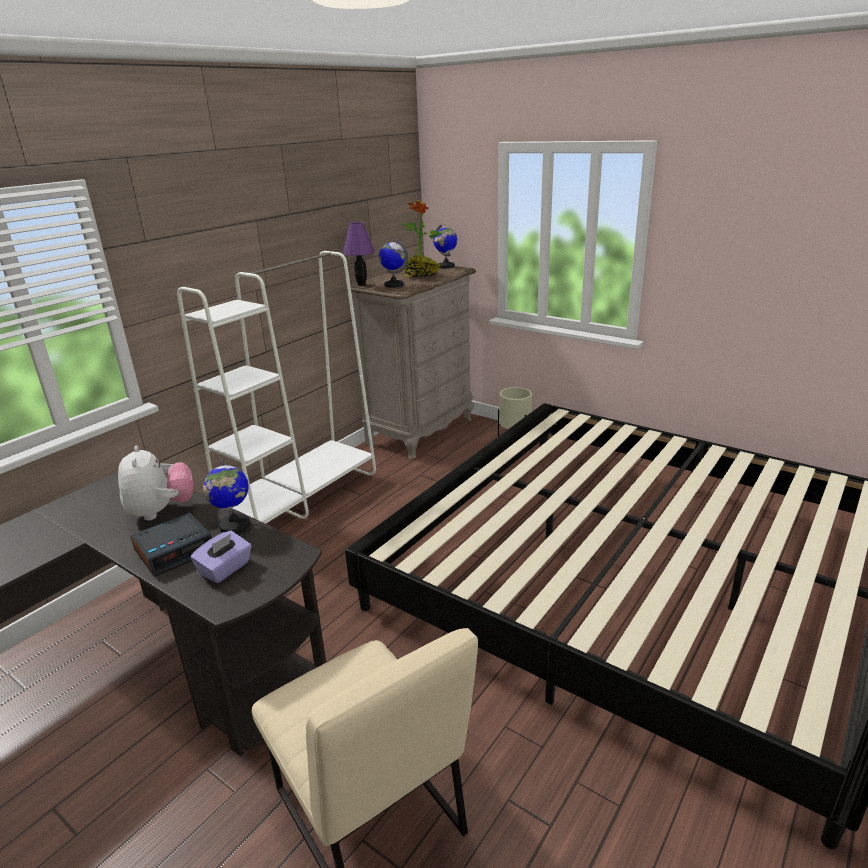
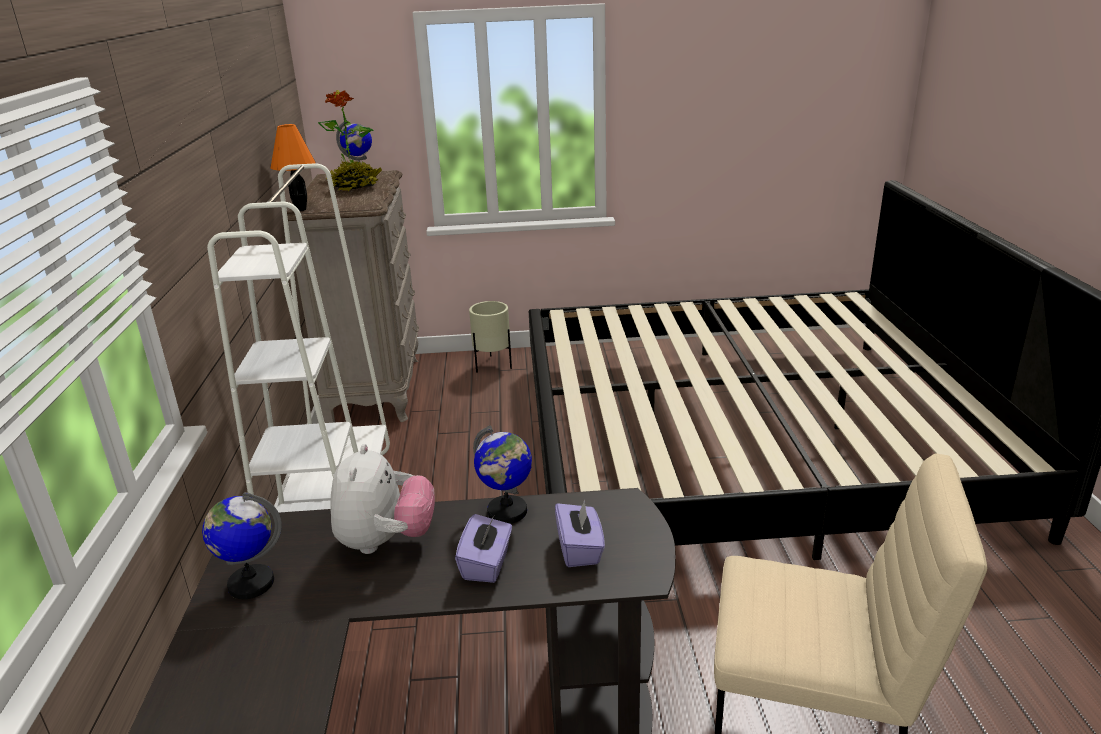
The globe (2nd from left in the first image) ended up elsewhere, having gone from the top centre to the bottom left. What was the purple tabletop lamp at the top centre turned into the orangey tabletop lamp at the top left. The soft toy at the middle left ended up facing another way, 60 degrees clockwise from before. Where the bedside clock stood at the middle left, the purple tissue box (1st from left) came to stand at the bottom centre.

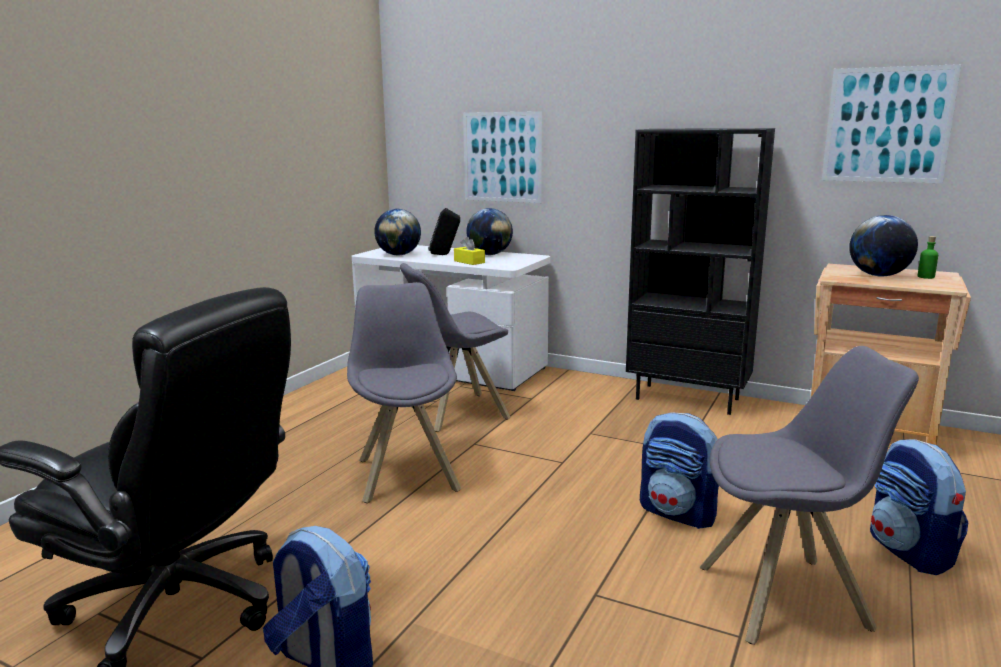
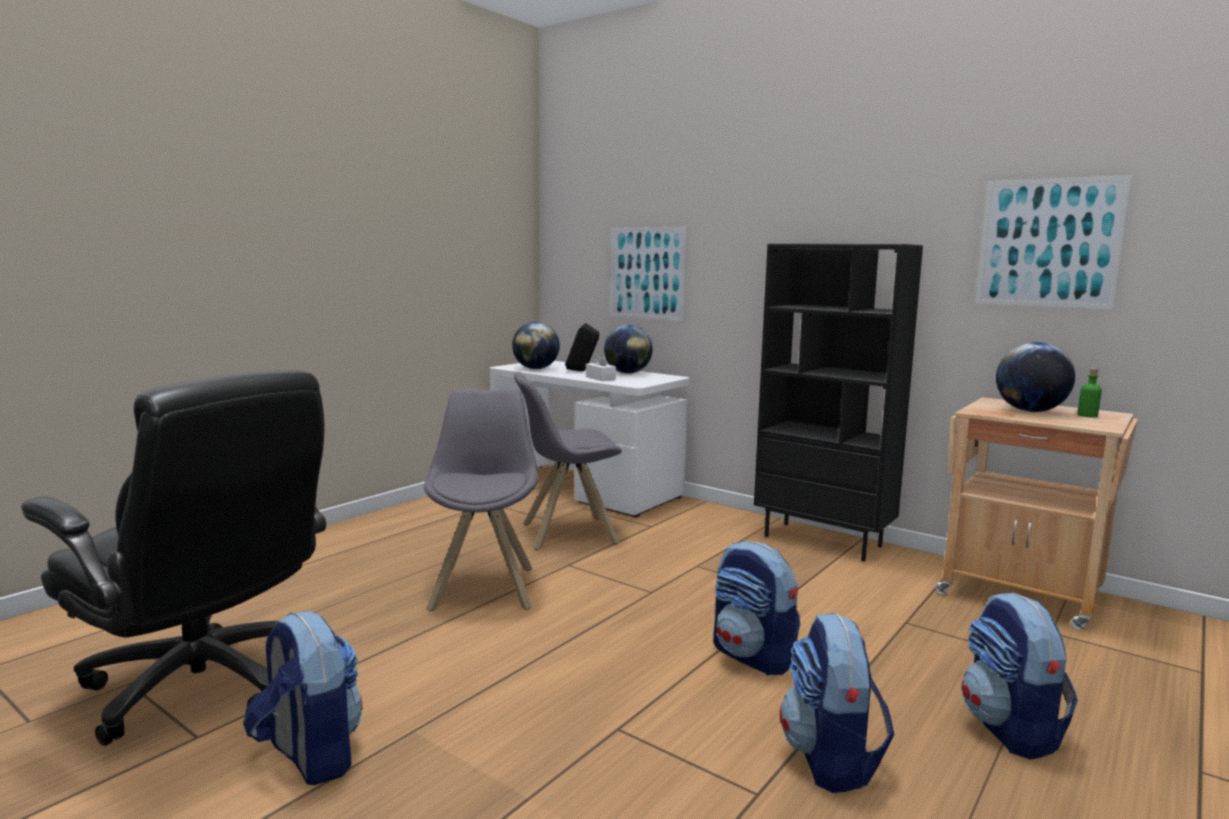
What was the yellow-coloured tissue box at the centre turned into the whitish tissue box at the centre. Where the gray plain chair (3rd from left) stood at the bottom right, the rucksack (3rd from left) came to stand at the bottom right.

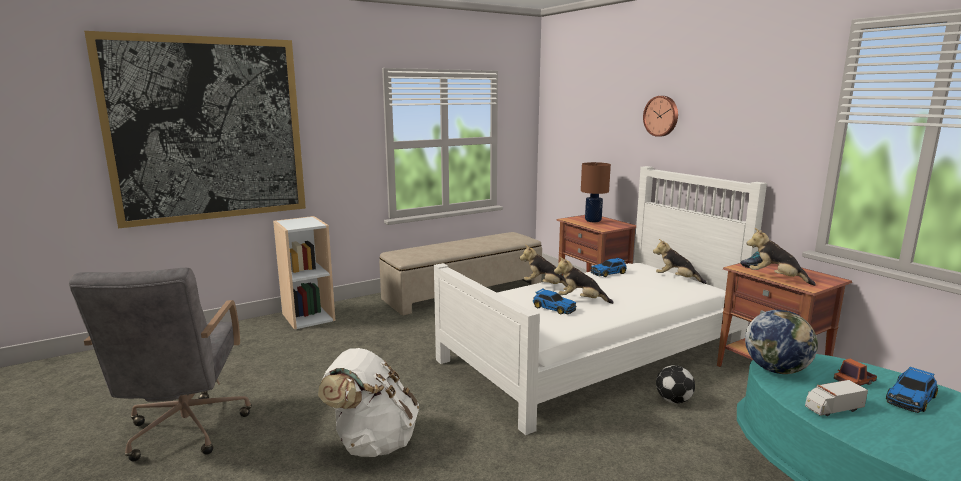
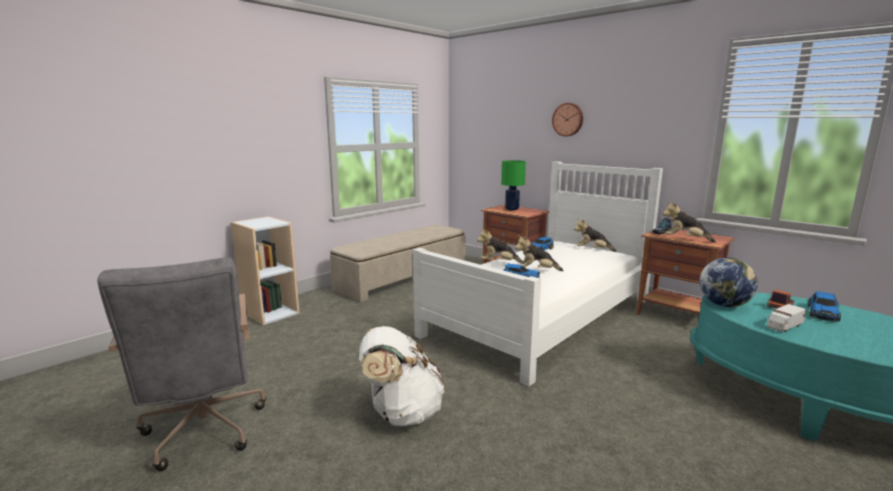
What was the brown tabletop lamp at the centre turned into the greenish tabletop lamp at the centre. The second view lost the wall art at the top left. The second view lost the football at the bottom right.

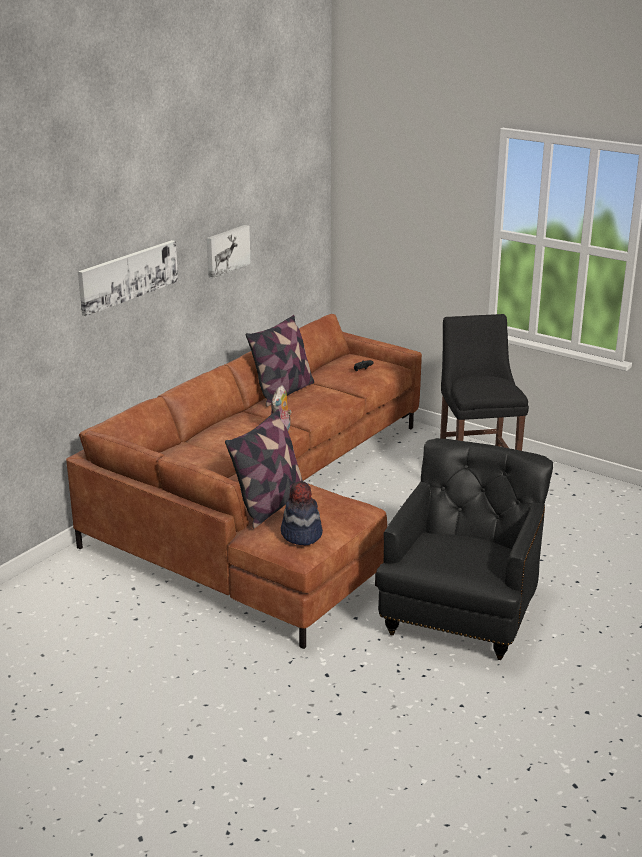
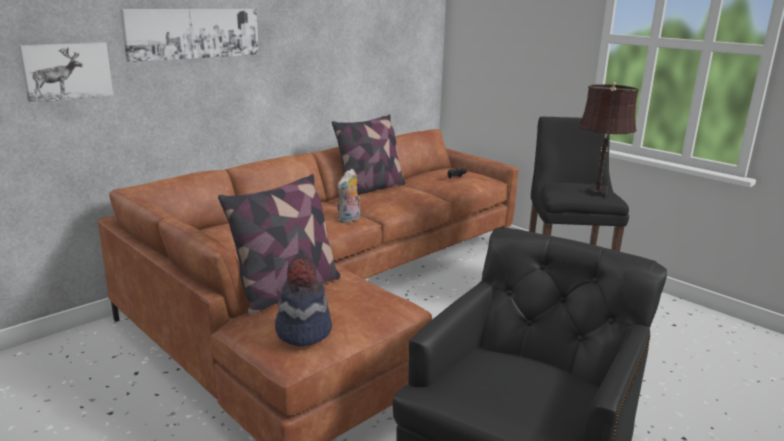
The wall art (2nd from left in the first image) ended up elsewhere, having gone from the top centre to the top left. The second view gained the brown tabletop lamp at the top right.

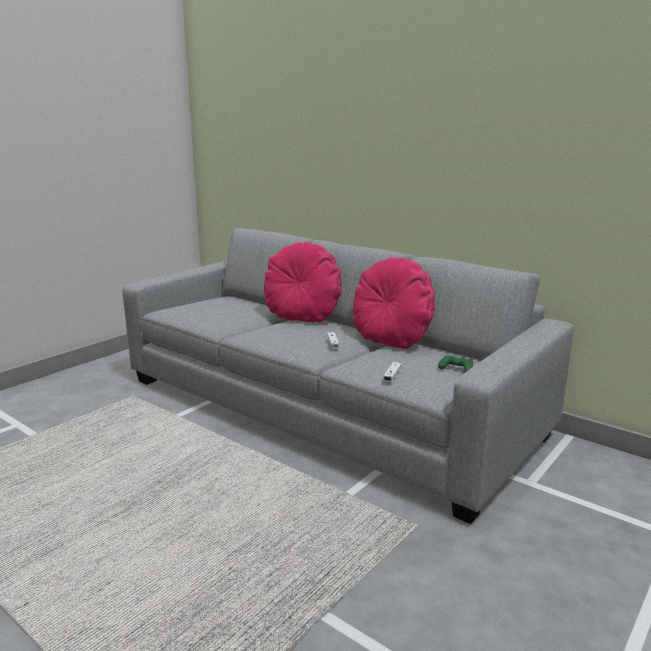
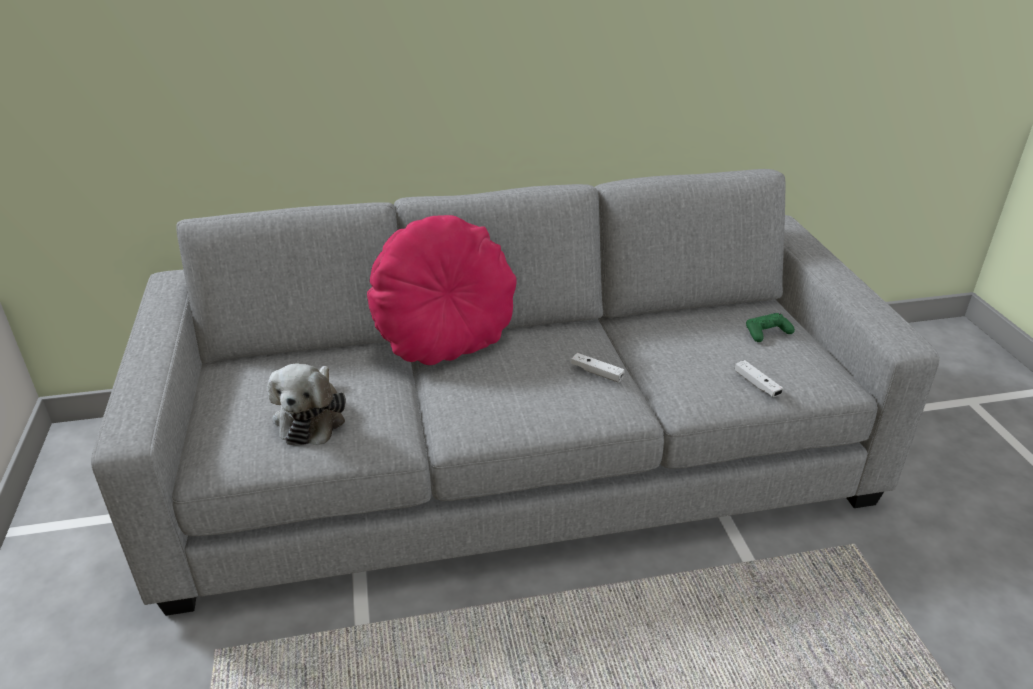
The second view gained the soft toy at the middle left. The second view lost the pink-coloured throw pillow (2nd from left) at the centre.

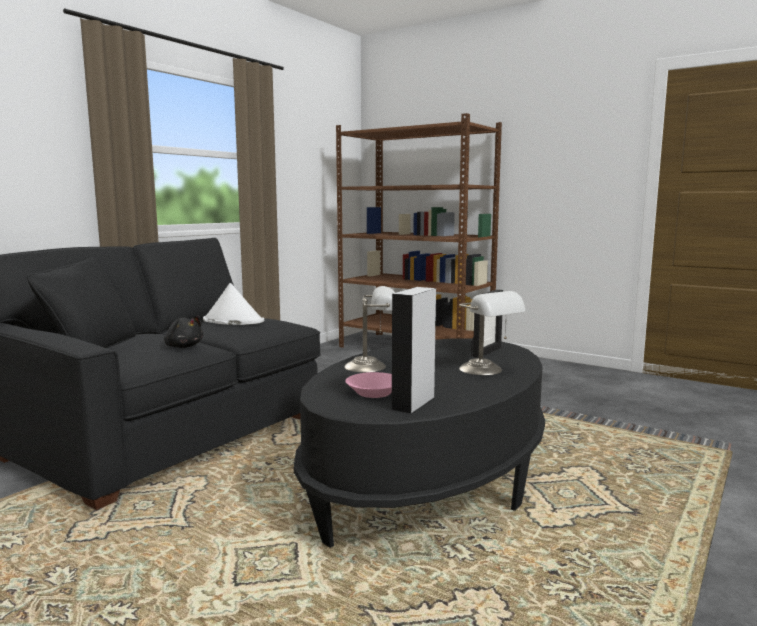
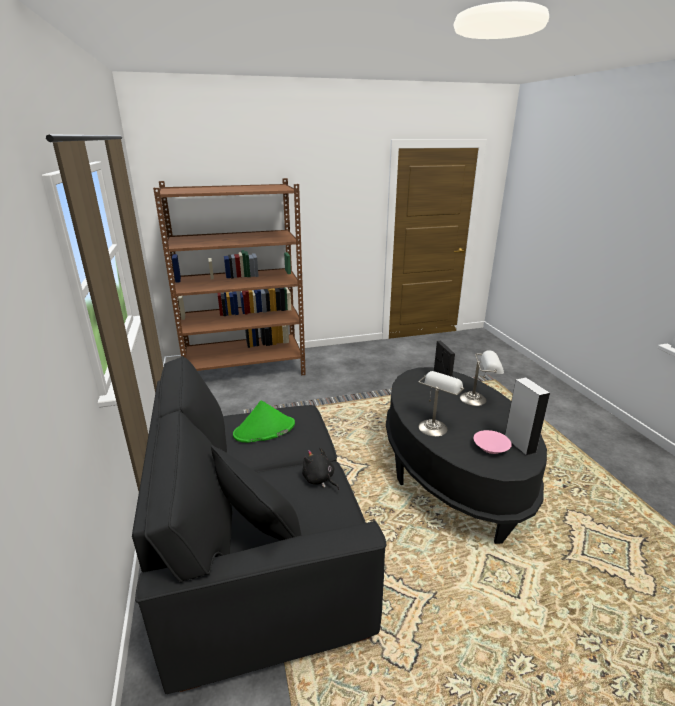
What was the whitish wearable hat at the middle left turned into the greenish wearable hat at the centre. The black soft toy at the middle left ended up facing another way, 120 degrees counterclockwise from before.

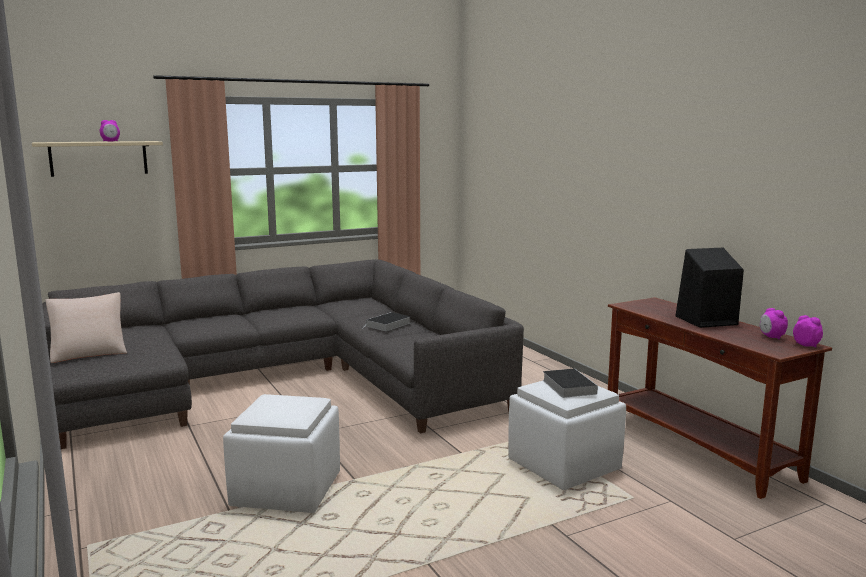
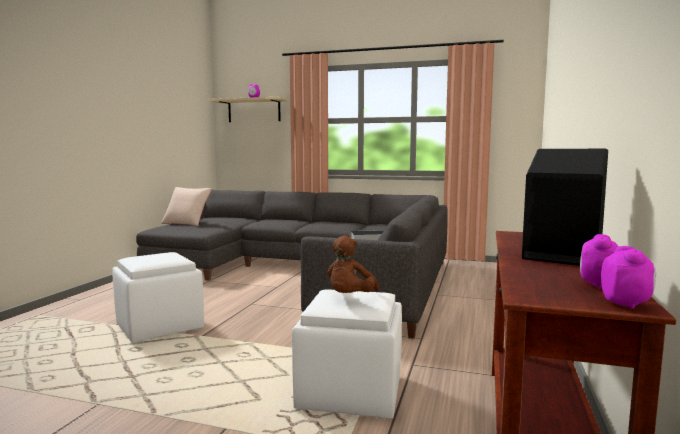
Where the book (2nd from left) stood at the centre, the brown soft toy came to stand at the centre.

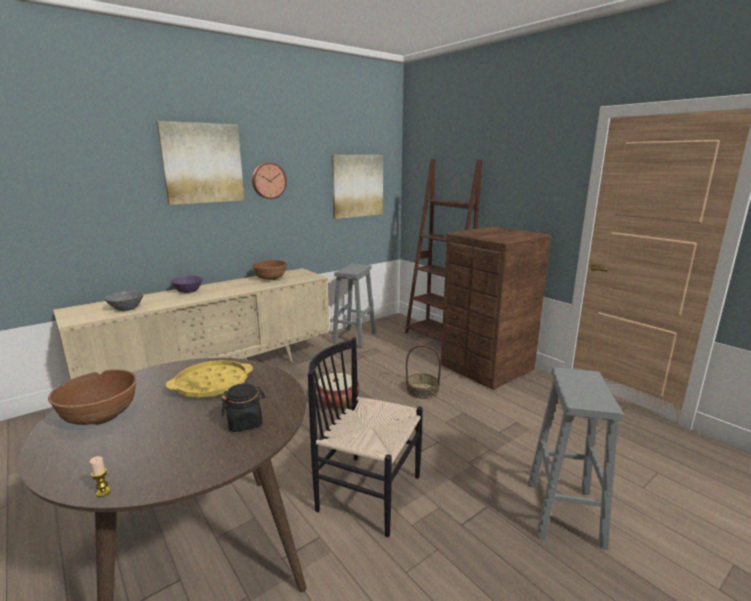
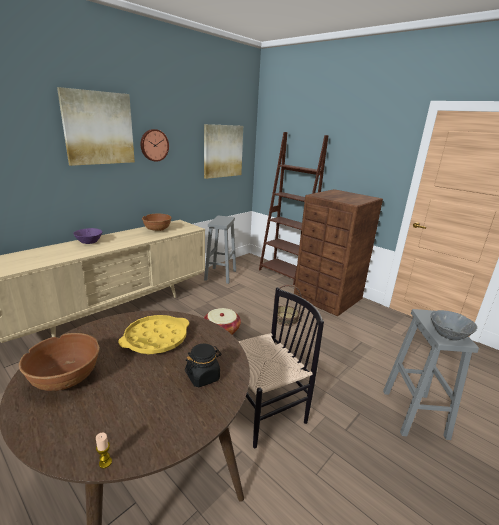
The black plain chair at the bottom centre ended up facing another way, 135 degrees clockwise from before. The gray serving bowl ended up elsewhere, having gone from the middle left to the middle right.

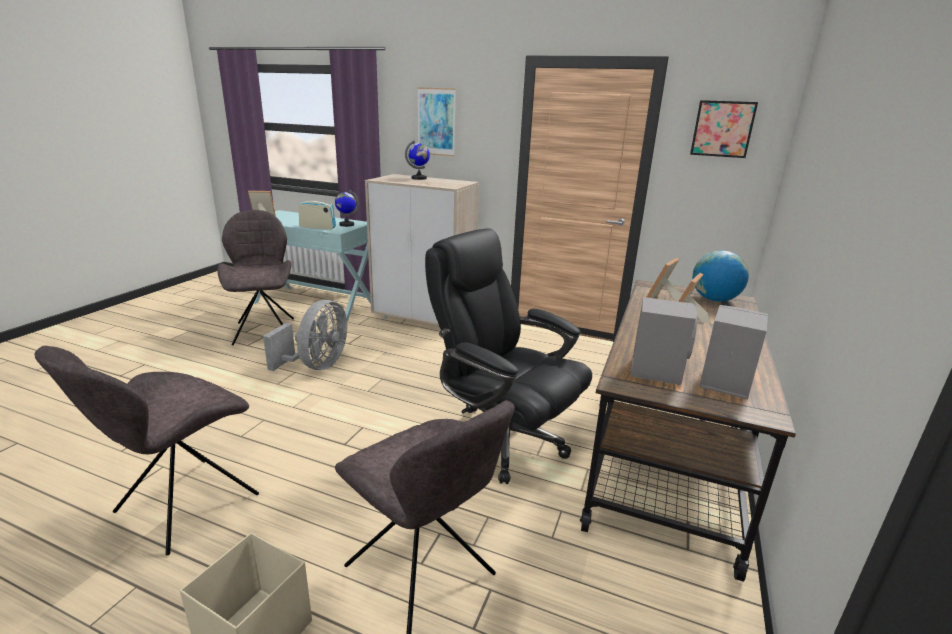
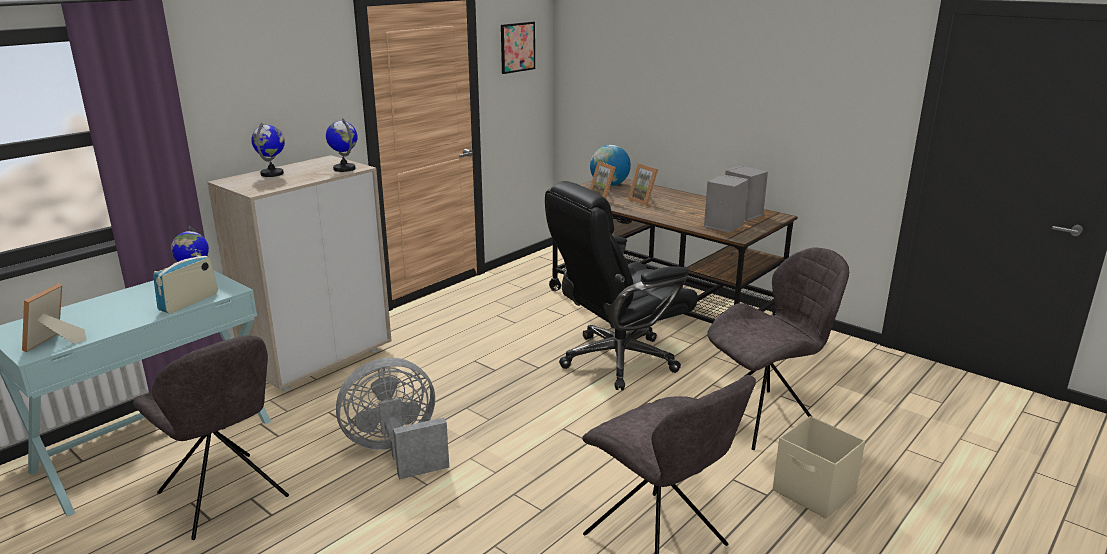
The gray plain chair (2nd from left in the first image) at the middle left ended up facing another way, 135 degrees counterclockwise from before. The second view gained the globe (3rd from left) at the top left. The gray fan at the middle left ended up facing another way, 60 degrees counterclockwise from before. The second view lost the wall art (1st from left) at the top centre.

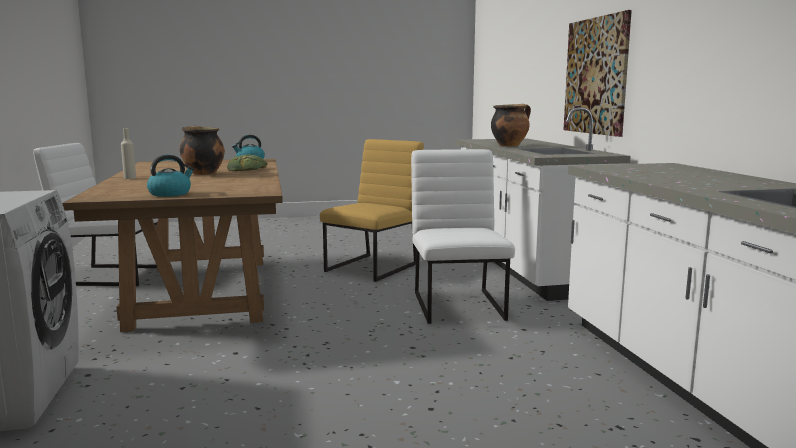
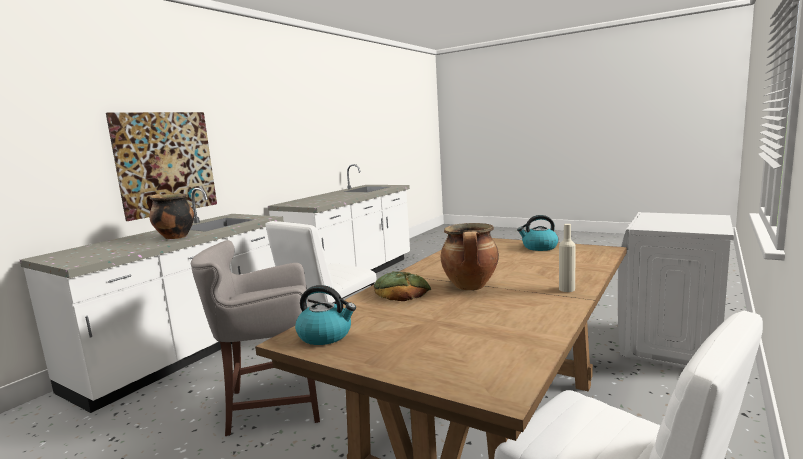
Where the yellow-coloured plain chair stood at the centre, the gray stool came to stand at the bottom left.

